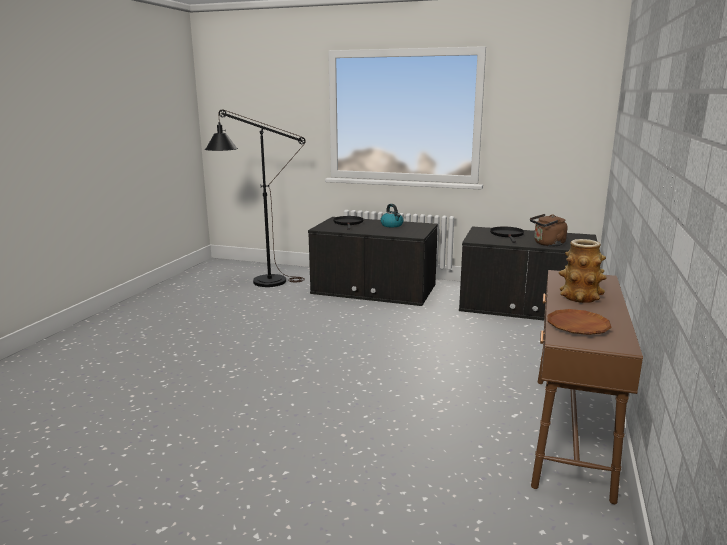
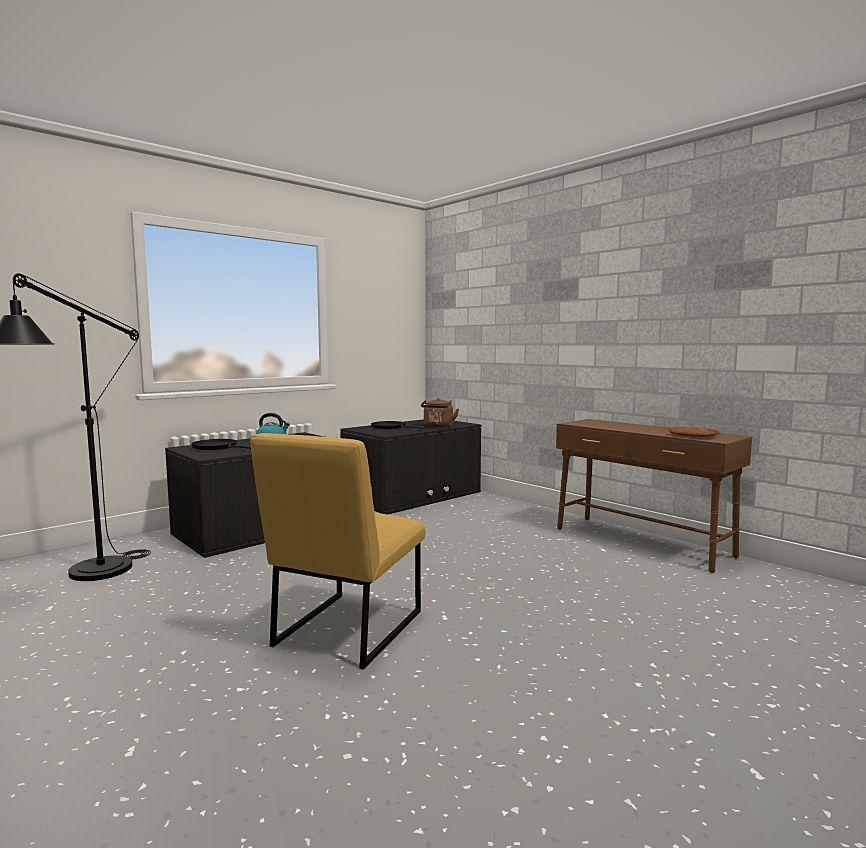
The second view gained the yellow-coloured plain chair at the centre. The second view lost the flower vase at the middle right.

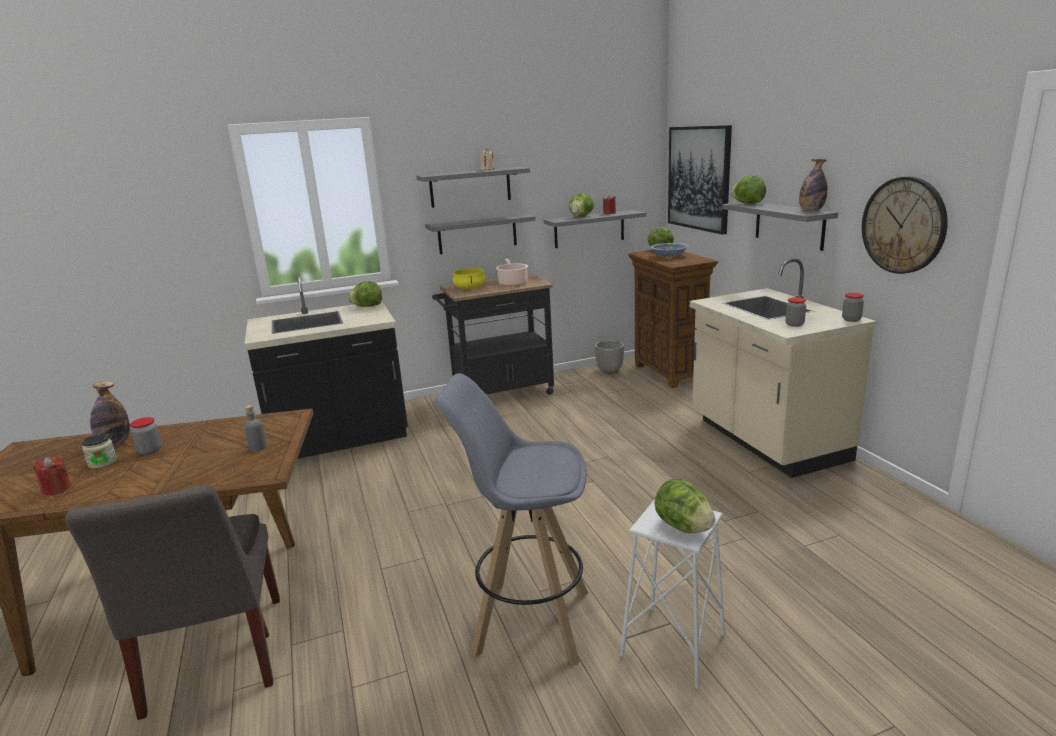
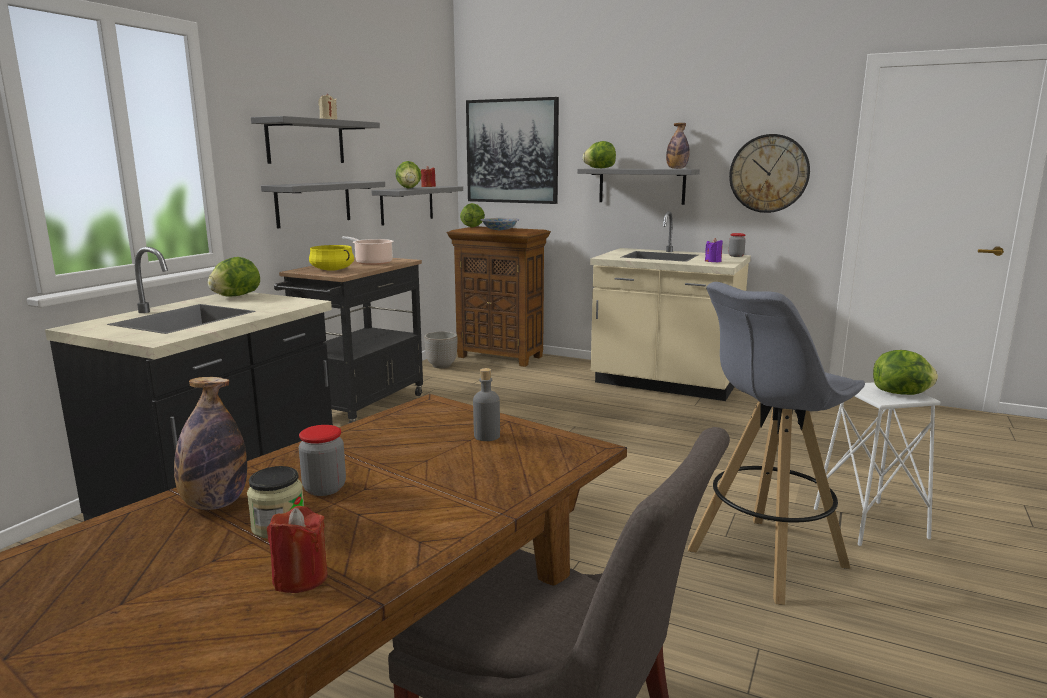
Where the jar (3rd from left) stood at the middle right, the purple wax light came to stand at the middle right.

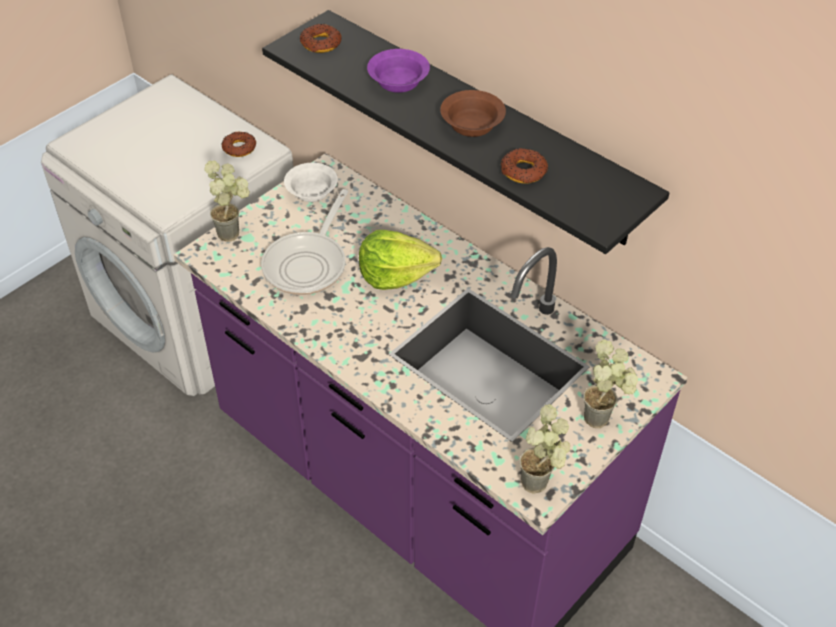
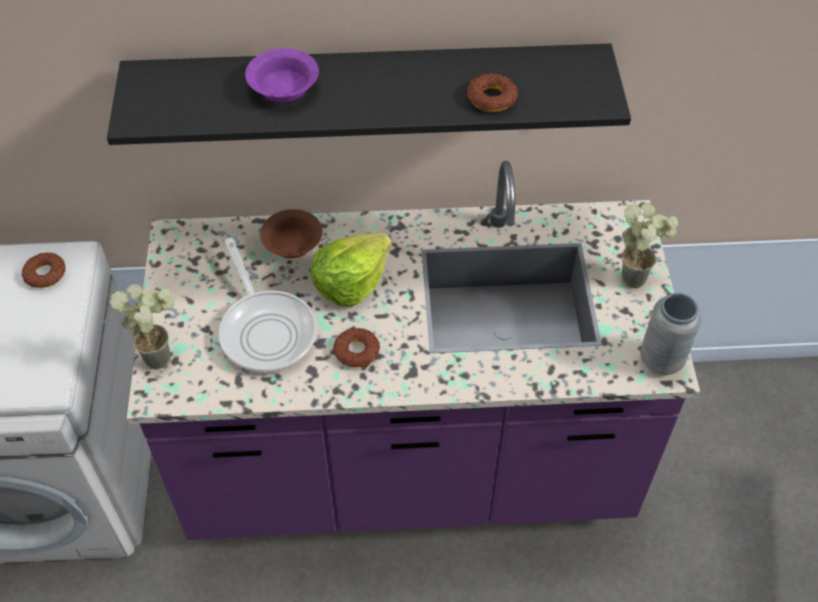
The brown serving bowl ended up elsewhere, having gone from the top centre to the centre. The ring doughnut (2nd from left) ended up elsewhere, having gone from the top centre to the centre. Where the houseplant (2nd from left) stood at the bottom centre, the gray flower vase came to stand at the middle right. The second view lost the whitish serving bowl at the top centre.

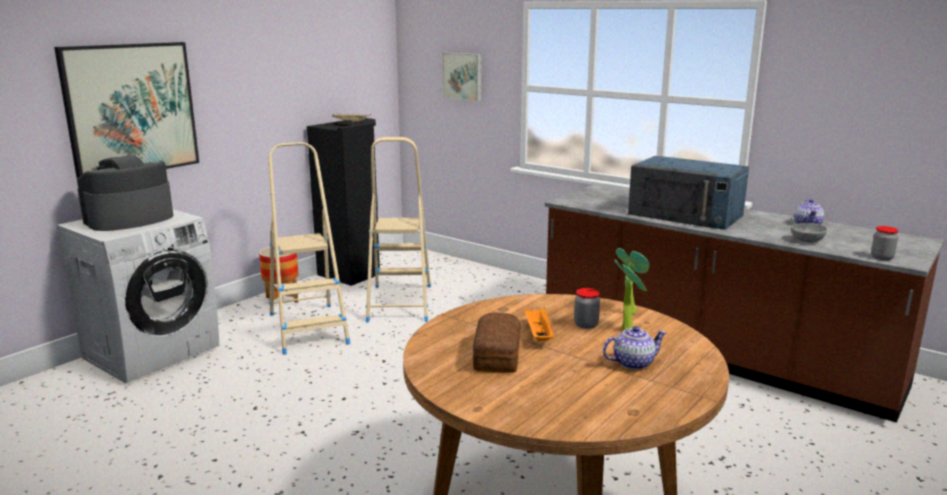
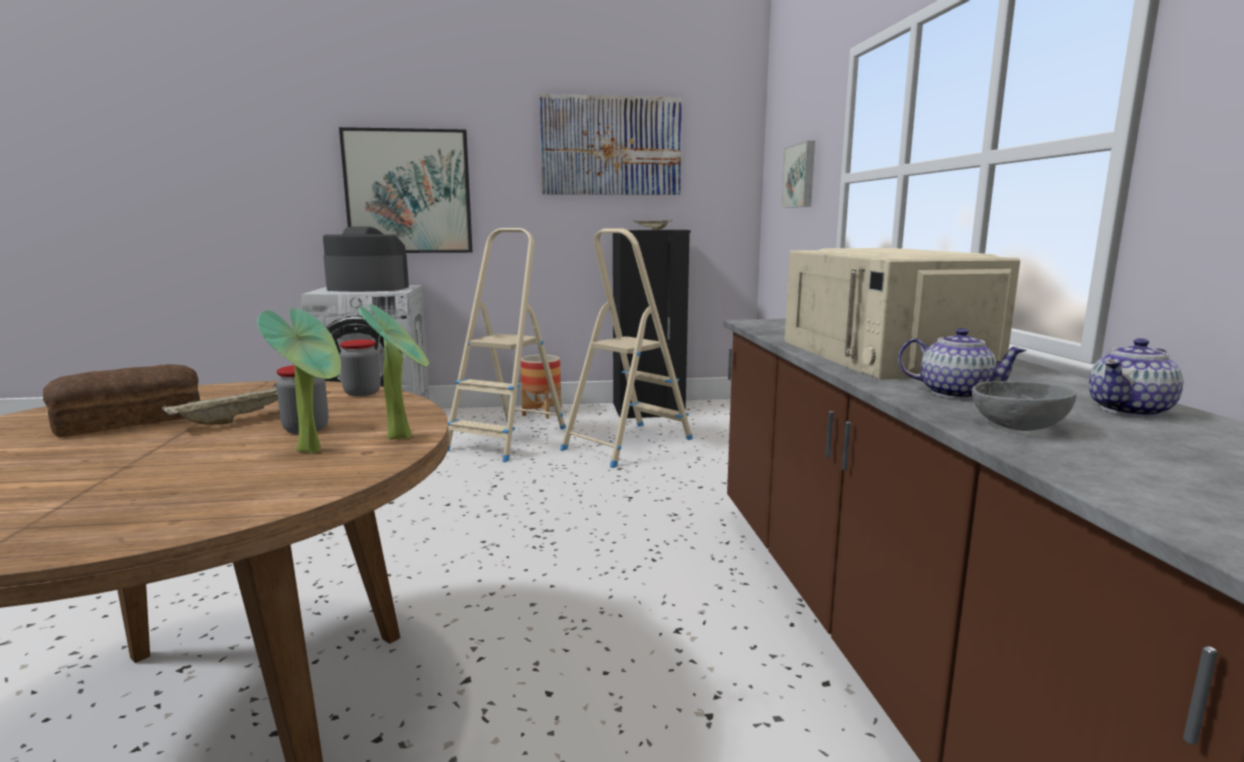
What was the orangey tray at the centre turned into the sand-coloured tray (1st from left) at the middle left. The jar (2nd from left) ended up elsewhere, having gone from the middle right to the middle left. The second view gained the wall art (2nd from left) at the top centre. What was the bluish kitchen microwave at the middle right turned into the sand-coloured kitchen microwave at the middle right. The pot for tea (1st from left) ended up elsewhere, having gone from the bottom right to the middle right.

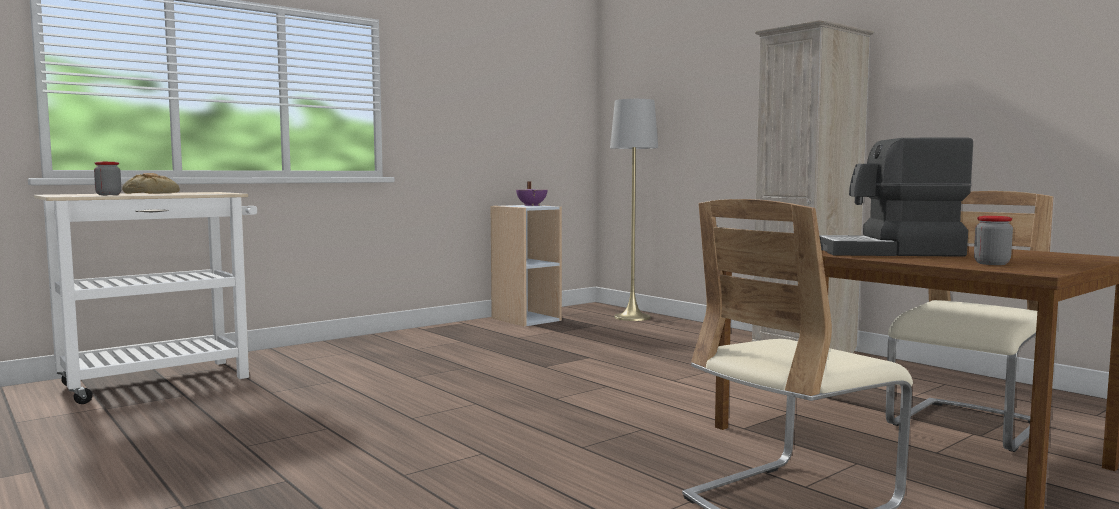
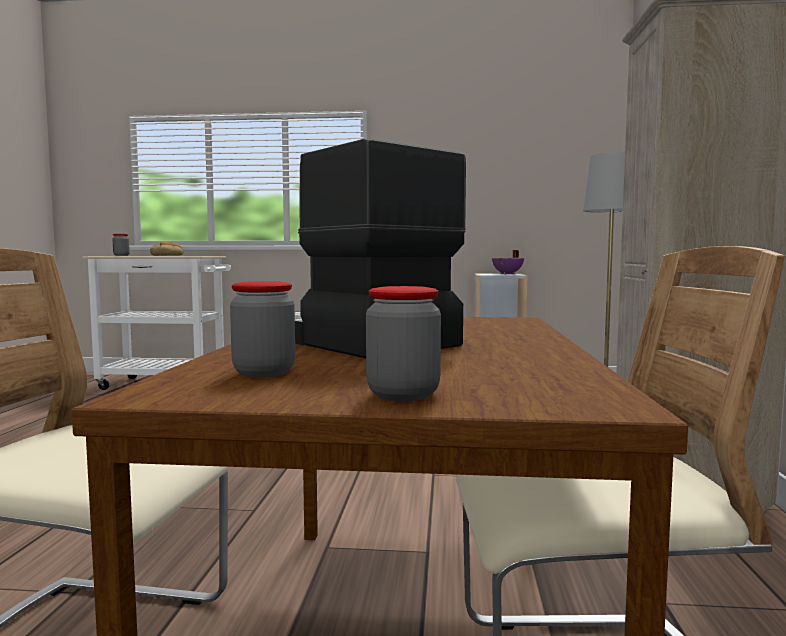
The second view gained the jar (3rd from left) at the centre.

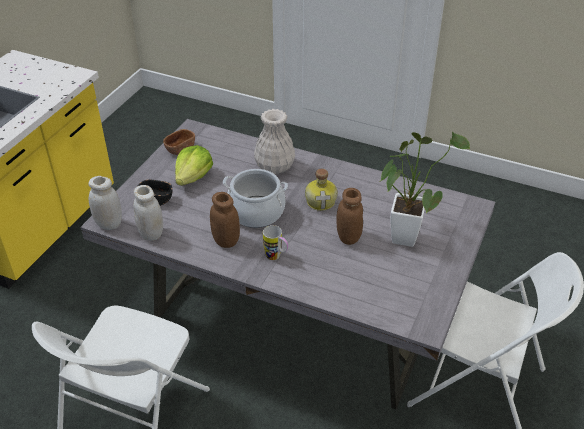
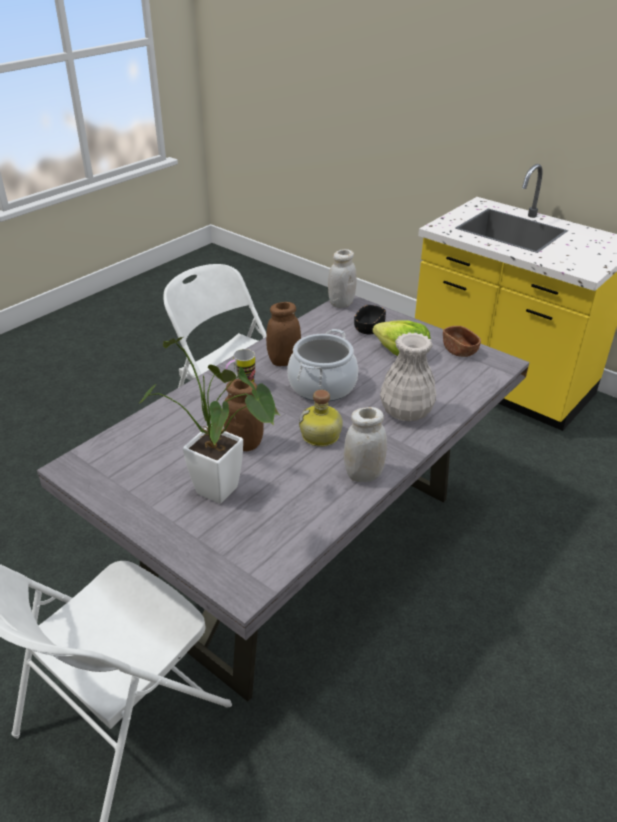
The whitish jar (2nd from left) ended up elsewhere, having gone from the middle left to the centre.

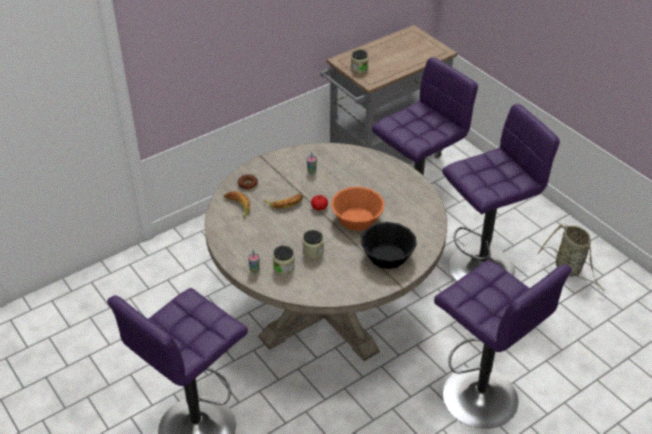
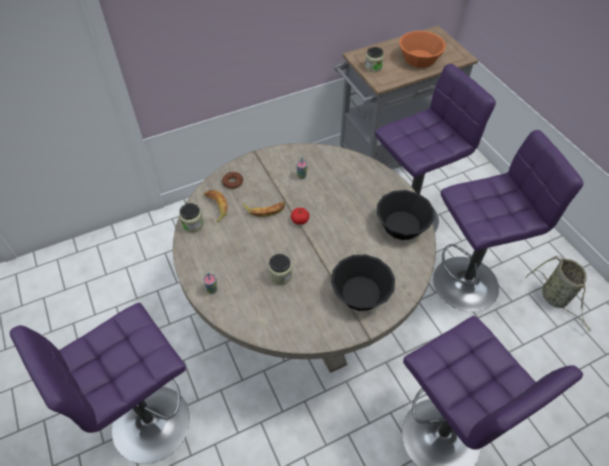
The jar (1st from left) ended up elsewhere, having gone from the centre to the middle left. The second view gained the black serving bowl (2nd from left) at the middle right. The orangey serving bowl ended up elsewhere, having gone from the centre to the top right.

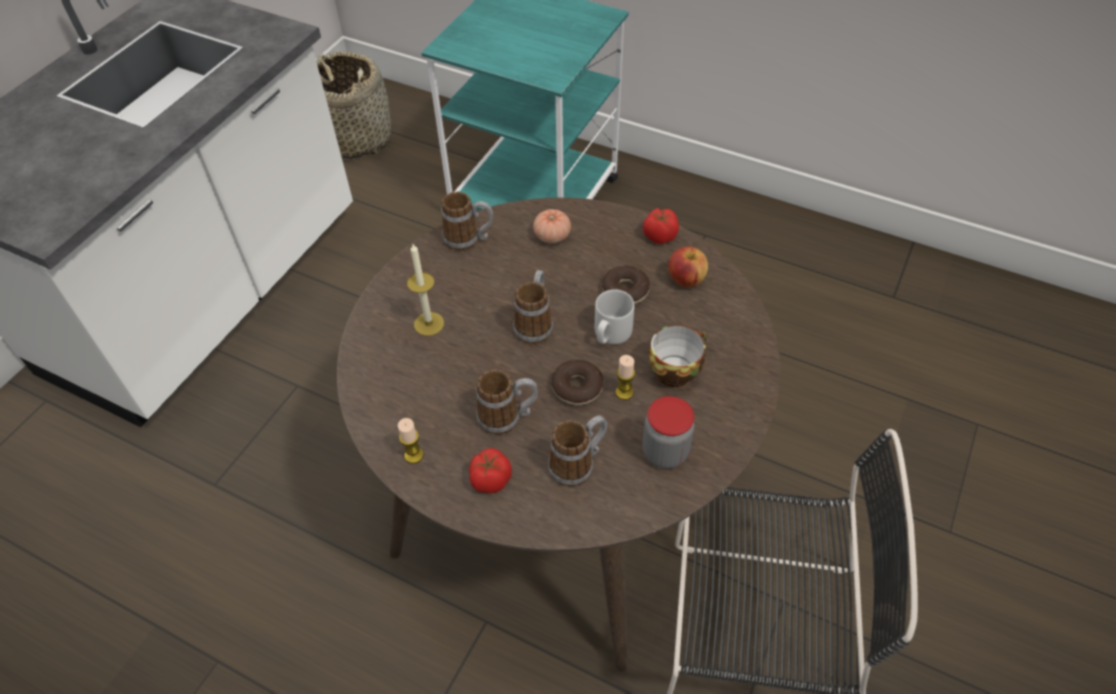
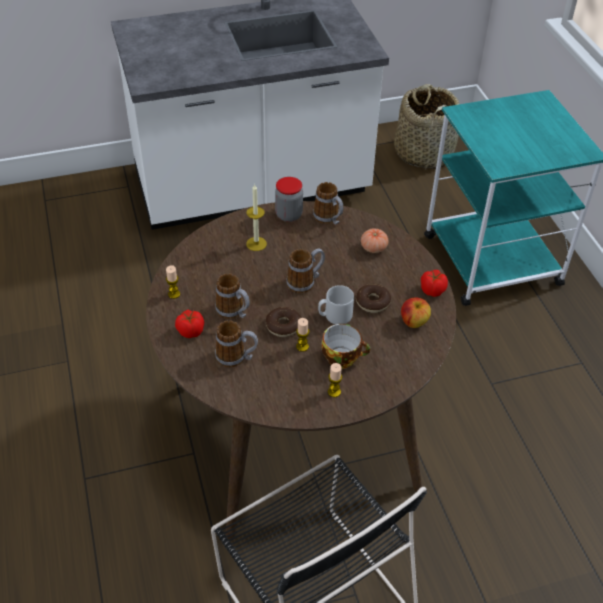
The jar ended up elsewhere, having gone from the centre to the top centre. The second view gained the wax light (4th from left) at the centre.

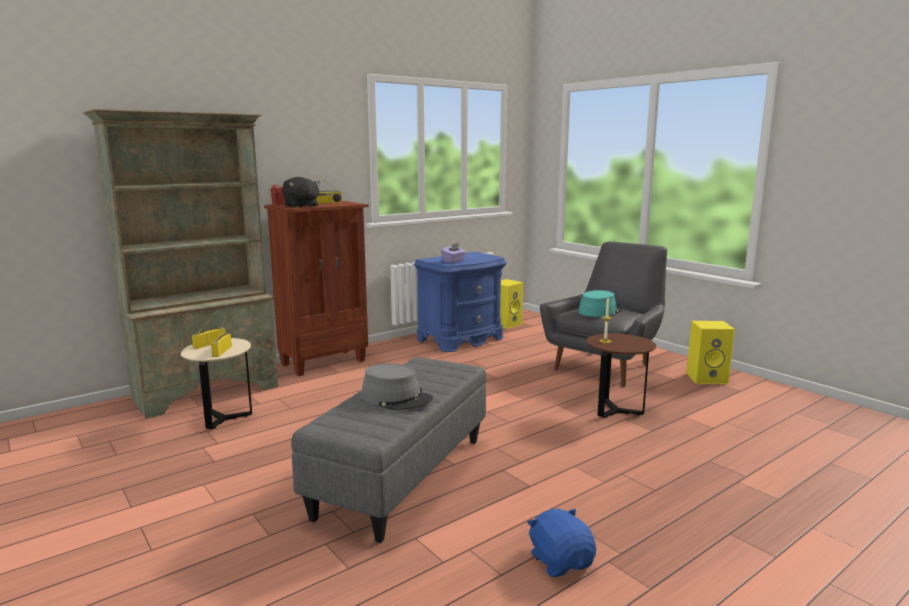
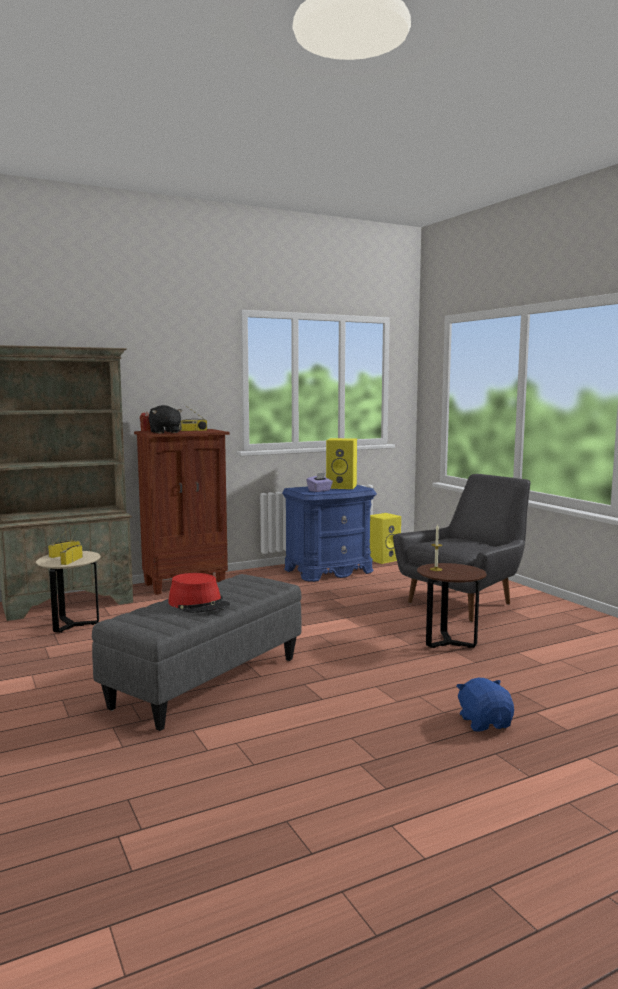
What was the gray wearable hat at the centre turned into the red wearable hat at the middle left. The yellow-coloured audio speaker (2nd from left in the first image) ended up elsewhere, having gone from the middle right to the centre. The bluish soft toy ended up elsewhere, having gone from the bottom centre to the bottom right. The second view lost the turquoise wearable hat at the centre.

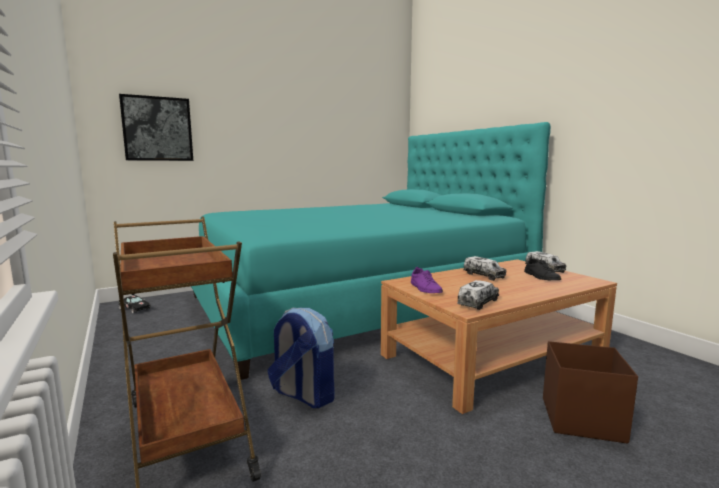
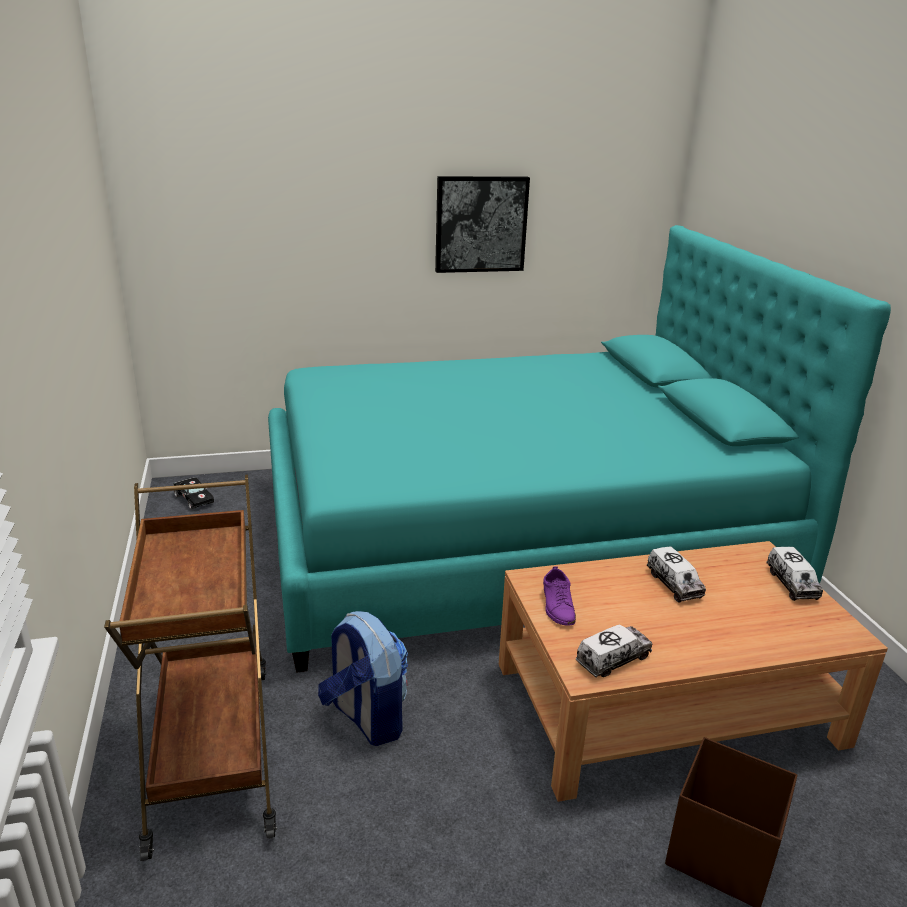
The wall art ended up elsewhere, having gone from the top left to the top centre. The second view lost the black shoe at the middle right.

